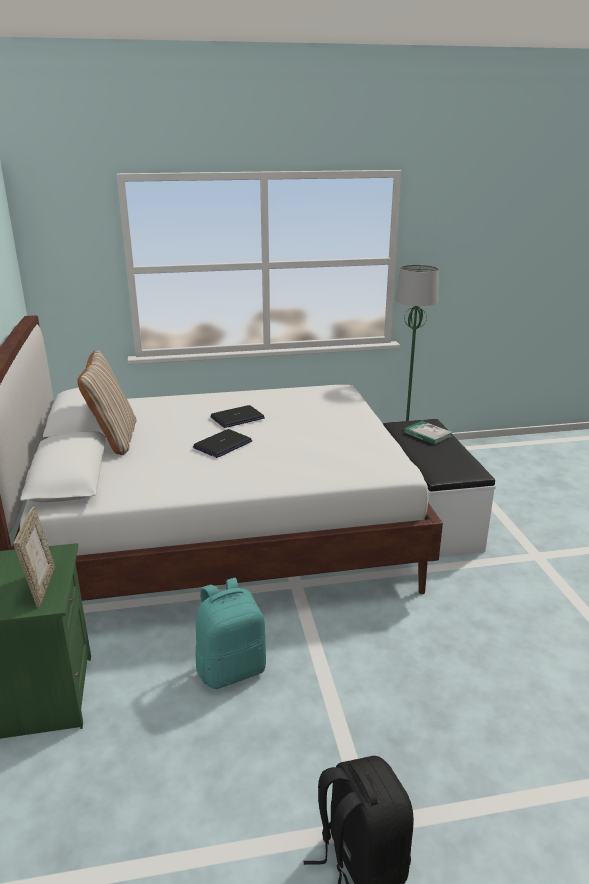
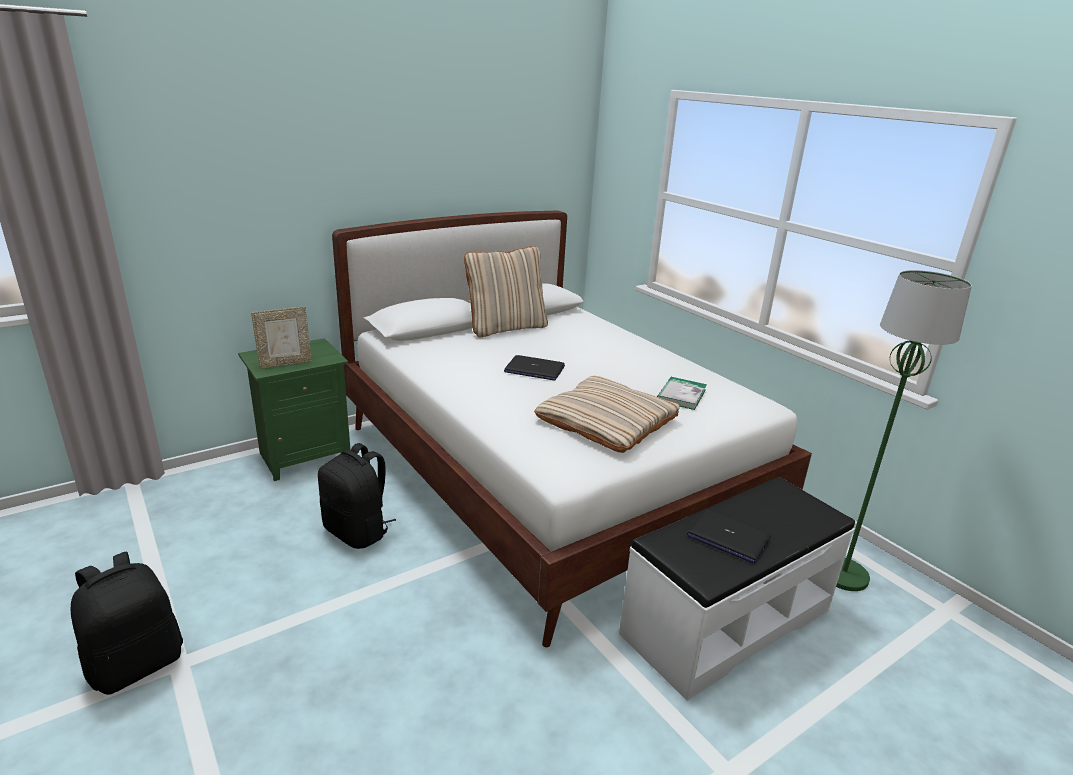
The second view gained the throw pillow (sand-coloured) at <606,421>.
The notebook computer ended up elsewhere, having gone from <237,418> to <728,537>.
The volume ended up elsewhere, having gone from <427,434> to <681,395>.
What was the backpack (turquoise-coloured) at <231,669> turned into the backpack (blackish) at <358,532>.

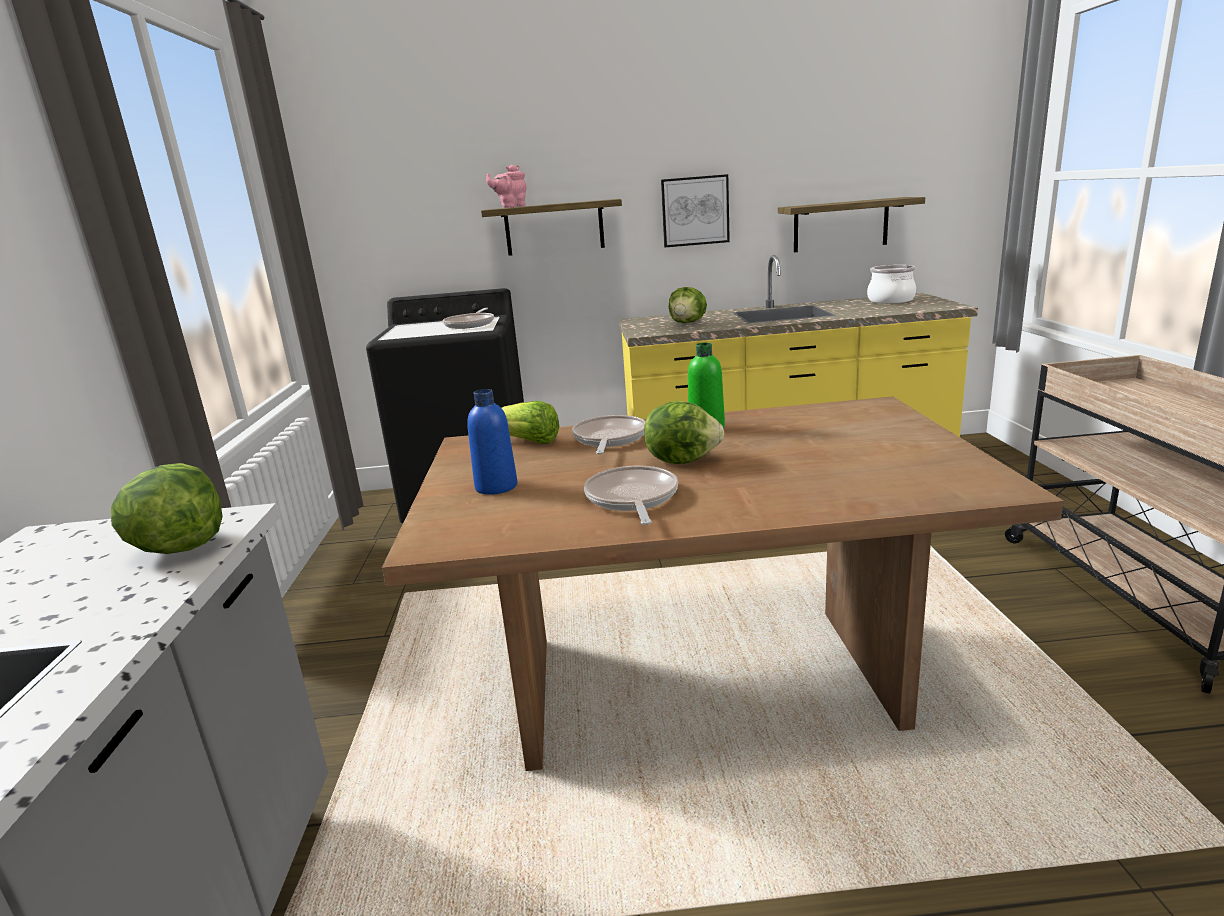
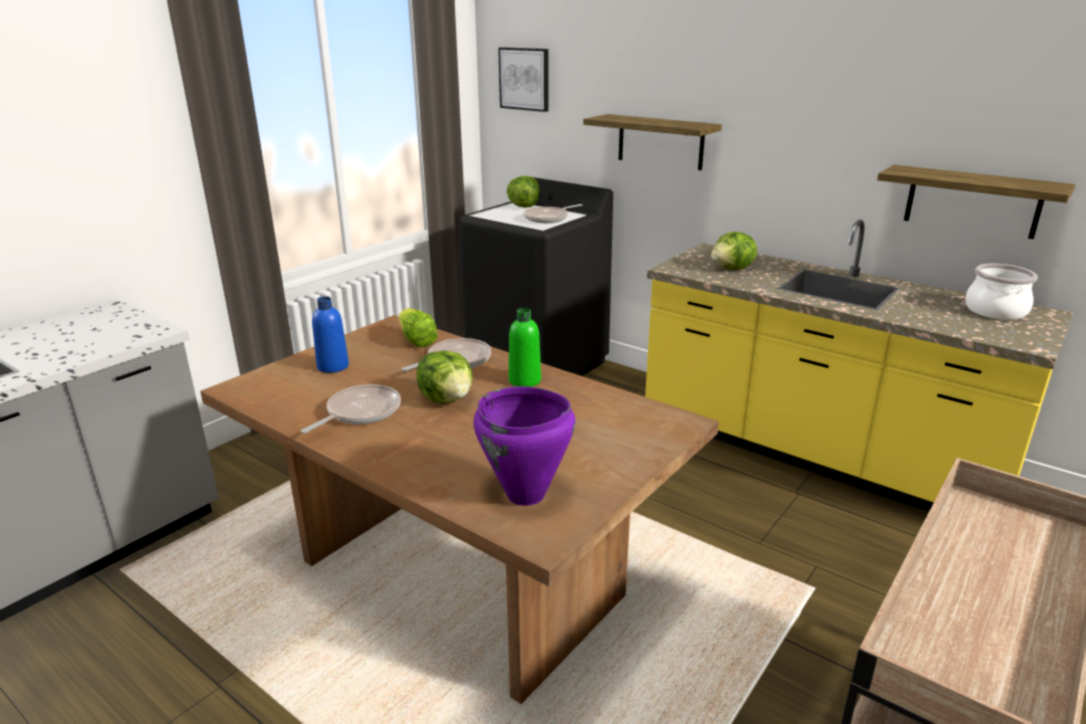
The second view lost the tea pot (pink) at <511,207>.
The second view gained the saucepot (purple-coloured) at <526,495>.
The lettuce head ended up elsewhere, having gone from <180,548> to <524,206>.
The wall picture ended up elsewhere, having gone from <695,211> to <525,79>.

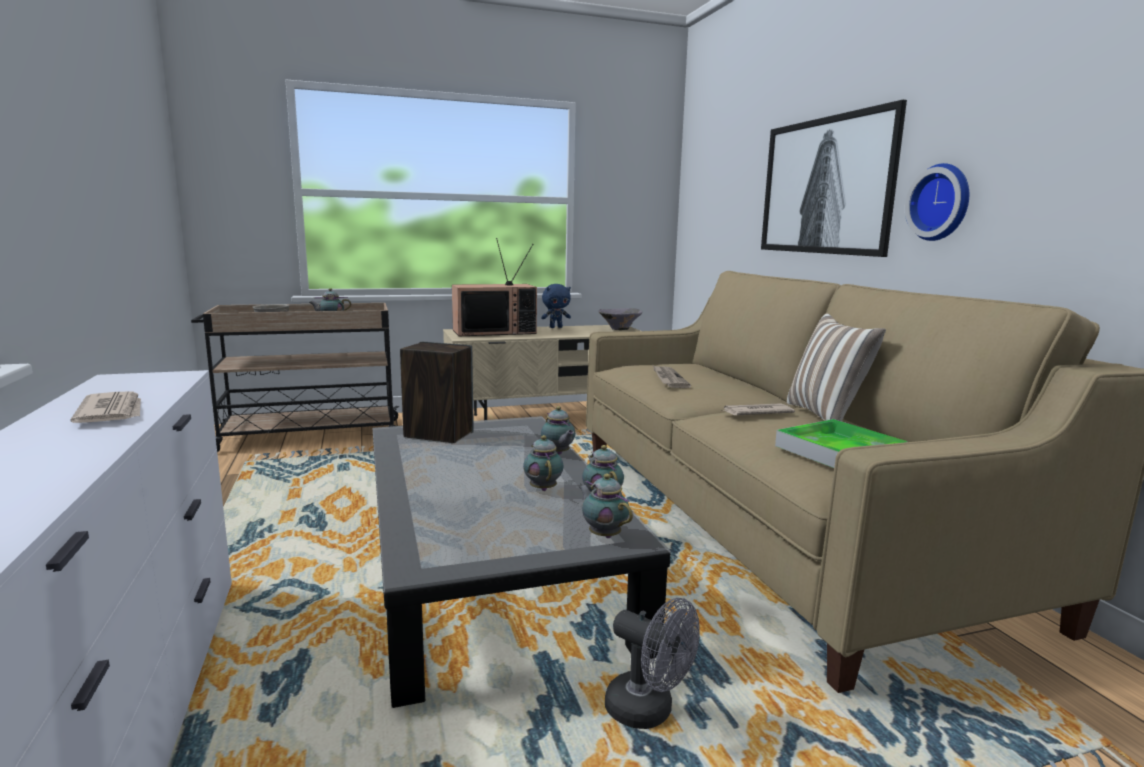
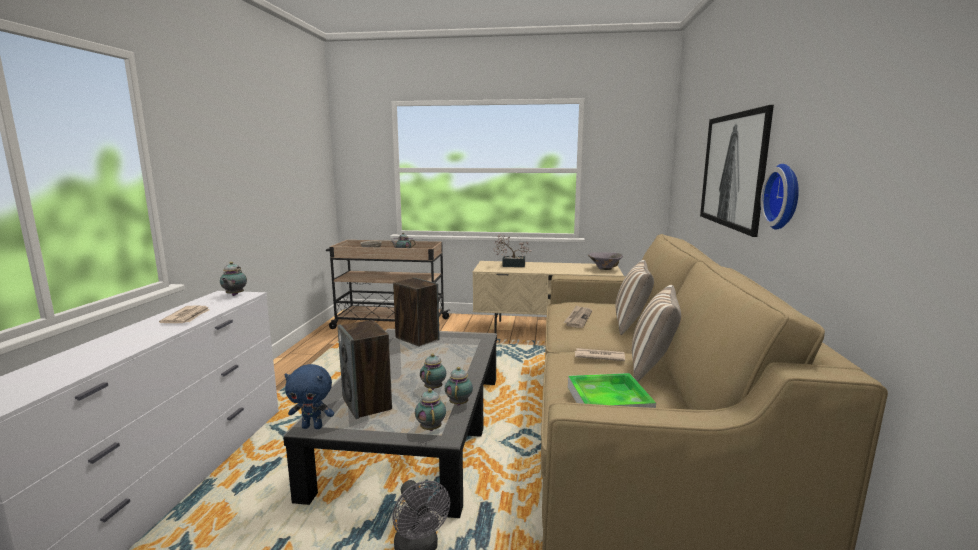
The second view gained the speaker at <367,404>.
The second view gained the throw pillow at <631,325>.
The plush toy (blue) ended up elsewhere, having gone from <556,327> to <313,427>.
The tea pot ended up elsewhere, having gone from <558,453> to <234,295>.
Where the television stood at <495,332>, the potted plant came to stand at <510,265>.

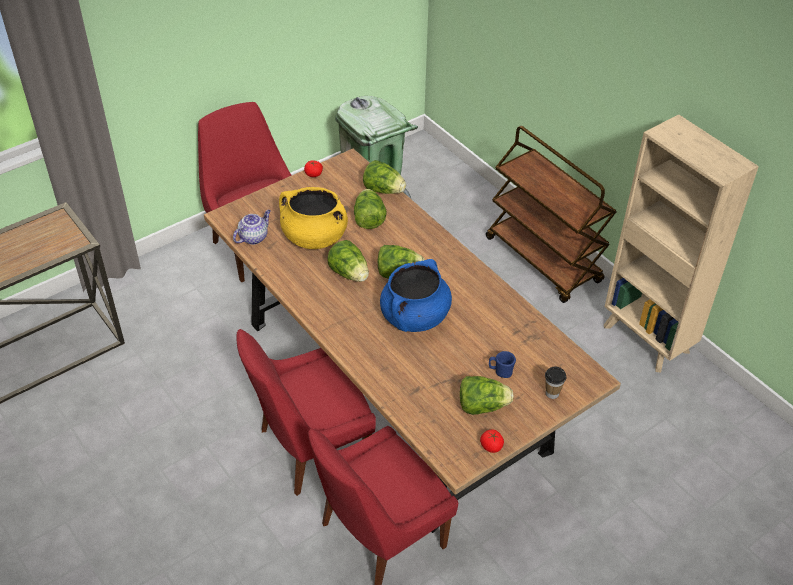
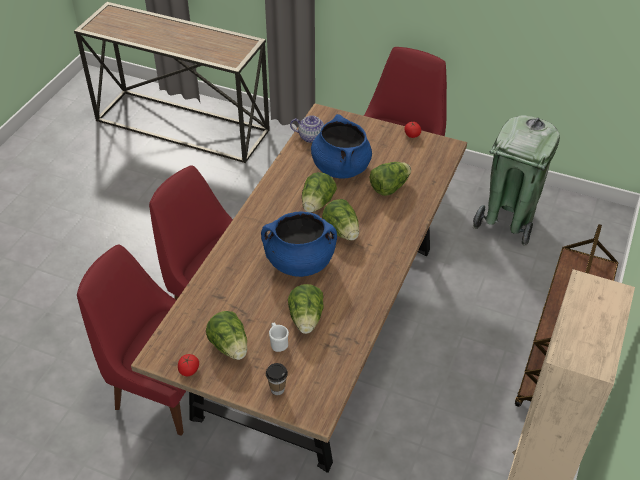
The lettuce head ended up elsewhere, having gone from <383,190> to <306,319>.
What was the saucepot (yellow-coloured) at <314,237> turned into the saucepot (blue) at <340,167>.
What was the tea mug (blue) at <500,372> turned into the tea mug (white-coloured) at <278,343>.

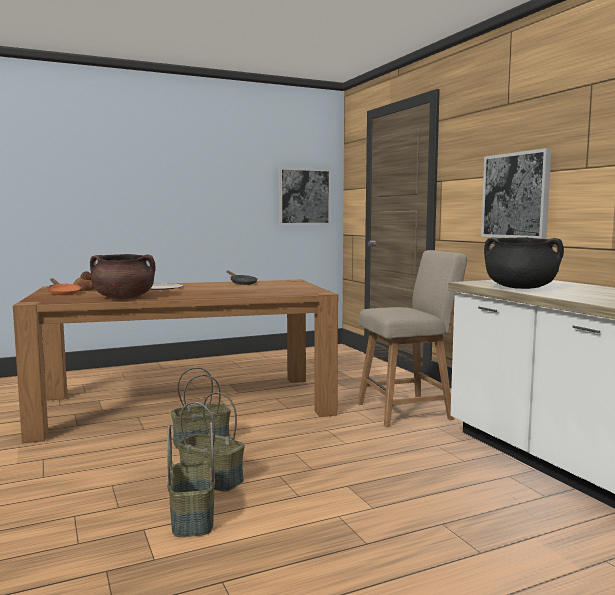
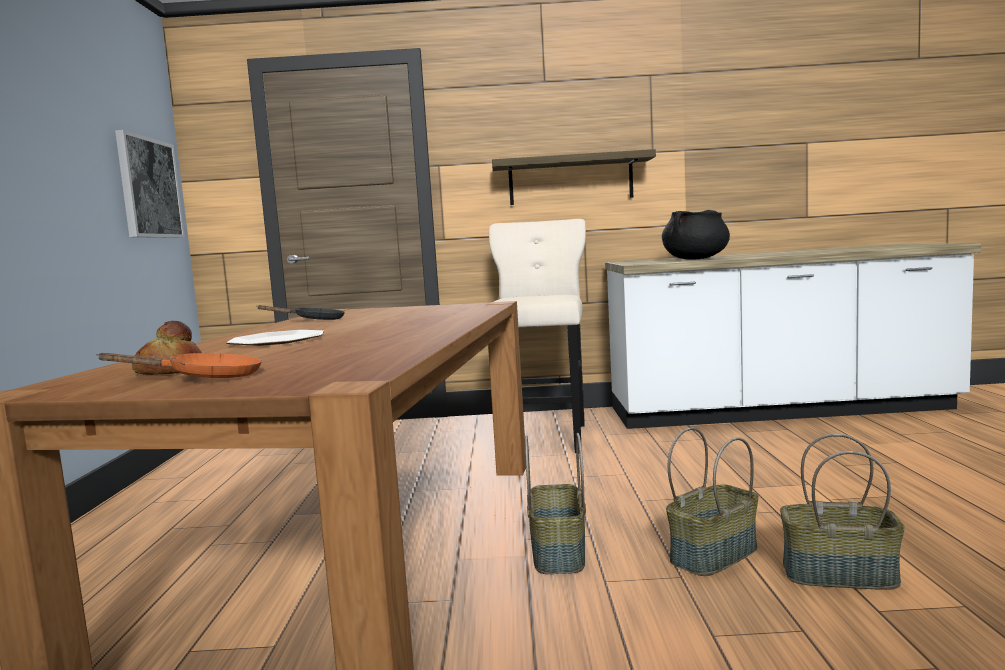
The second view lost the saucepot (brown) at <124,298>.
Where the chair (sand-coloured) stood at <408,411>, the sitting stool (sand-coloured) came to stand at <544,437>.
Where the wall picture hung at <516,195>, the wall shelf came to hang at <570,180>.

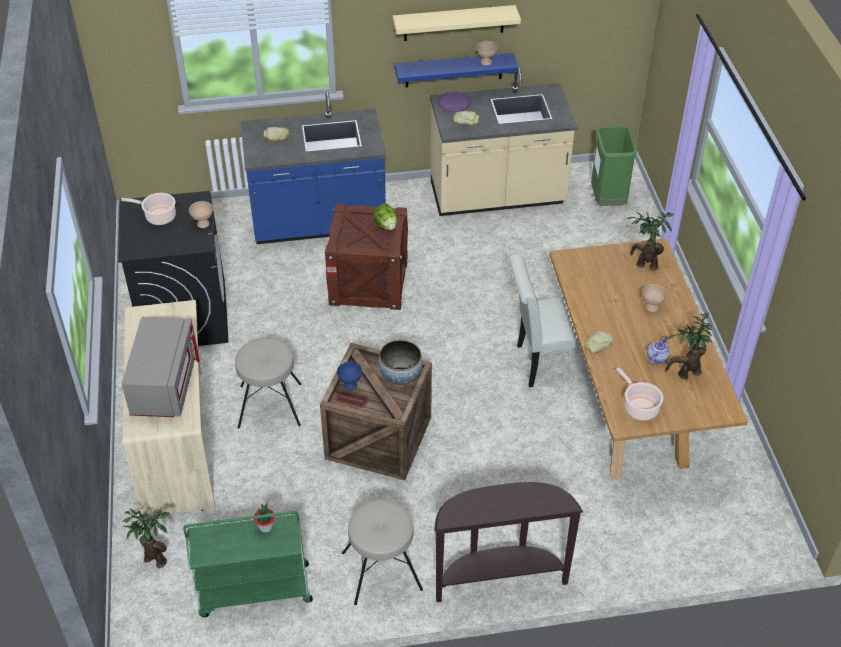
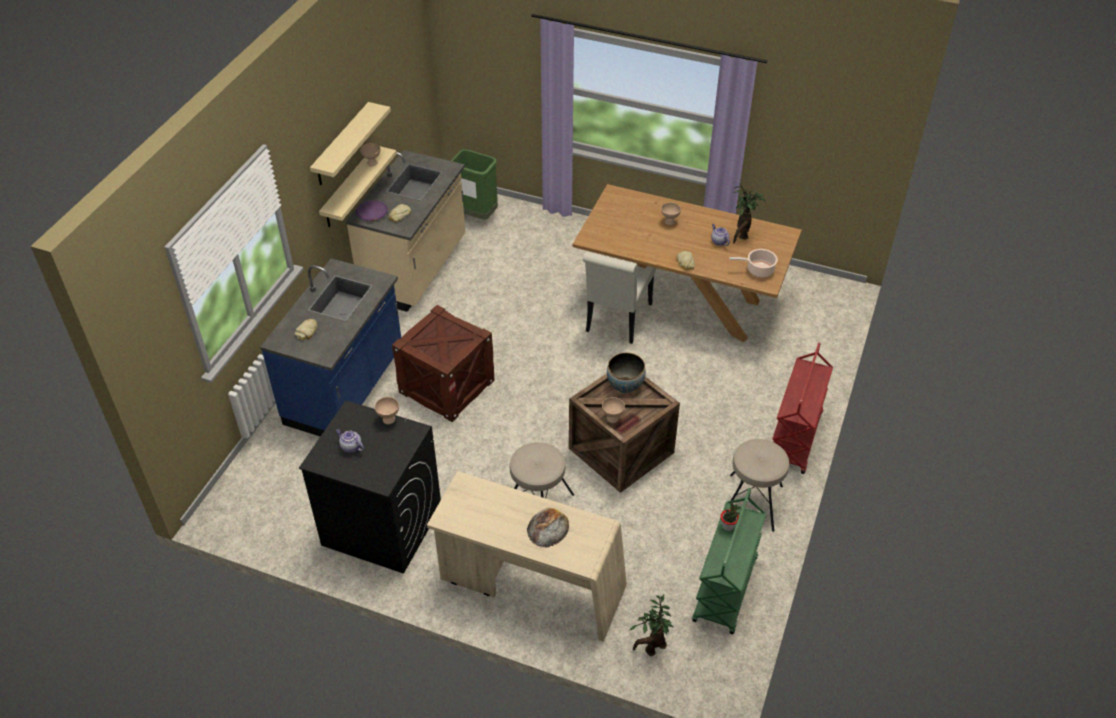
The second view lost the lettuce head at <386,225>.
The second view lost the potted plant at <644,264>.
Where the saucepot stood at <158,217>, the tea pot came to stand at <350,447>.
Where the microwave (gray) stood at <164,384>, the bread came to stand at <548,527>.
Where the hall table (brown) stood at <498,578>, the trolley (reddish) came to stand at <795,439>.
What was the deep dish (blue) at <350,385> turned into the deep dish (sand-coloured) at <612,418>.
What was the wall shelf (blue) at <454,70> turned into the wall shelf (sand-coloured) at <349,188>.

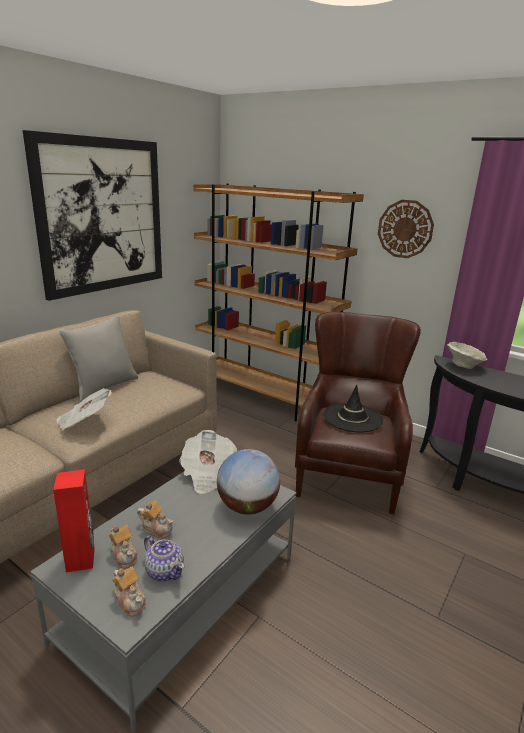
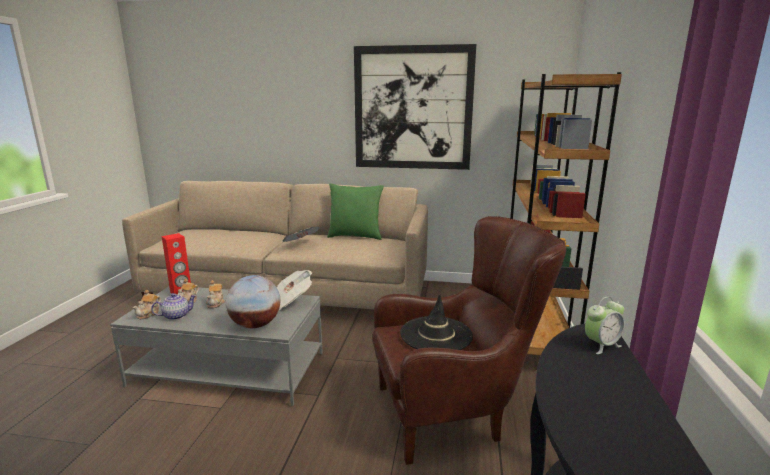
The second view lost the wall clock at <405,229>.
Where the deep dish (sand-coloured) stood at <464,366>, the bedside clock came to stand at <601,345>.
What was the throw pillow (gray) at <104,387> turned into the throw pillow (green-coloured) at <355,236>.
The tea pot at <164,571> ended up facing another way, 135 degrees counterclockwise from before.

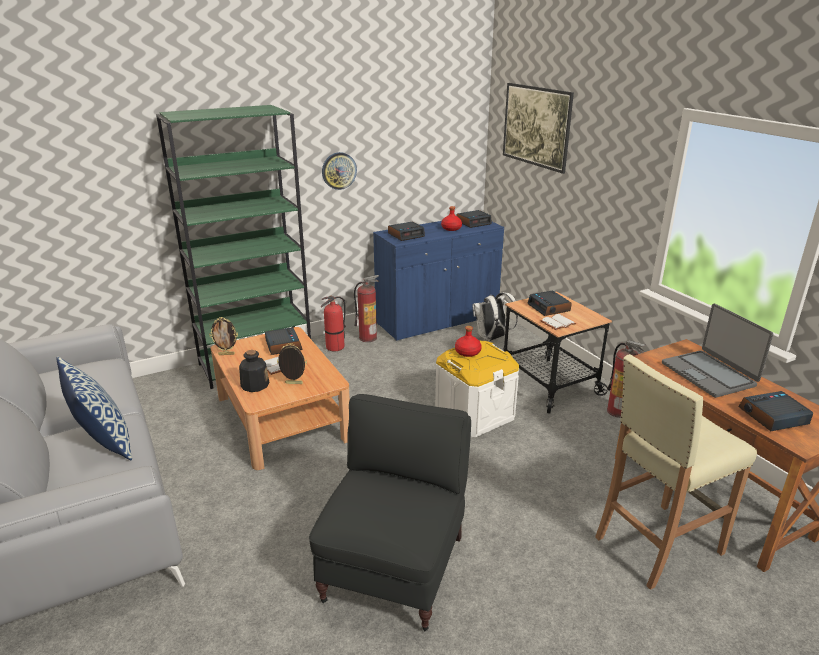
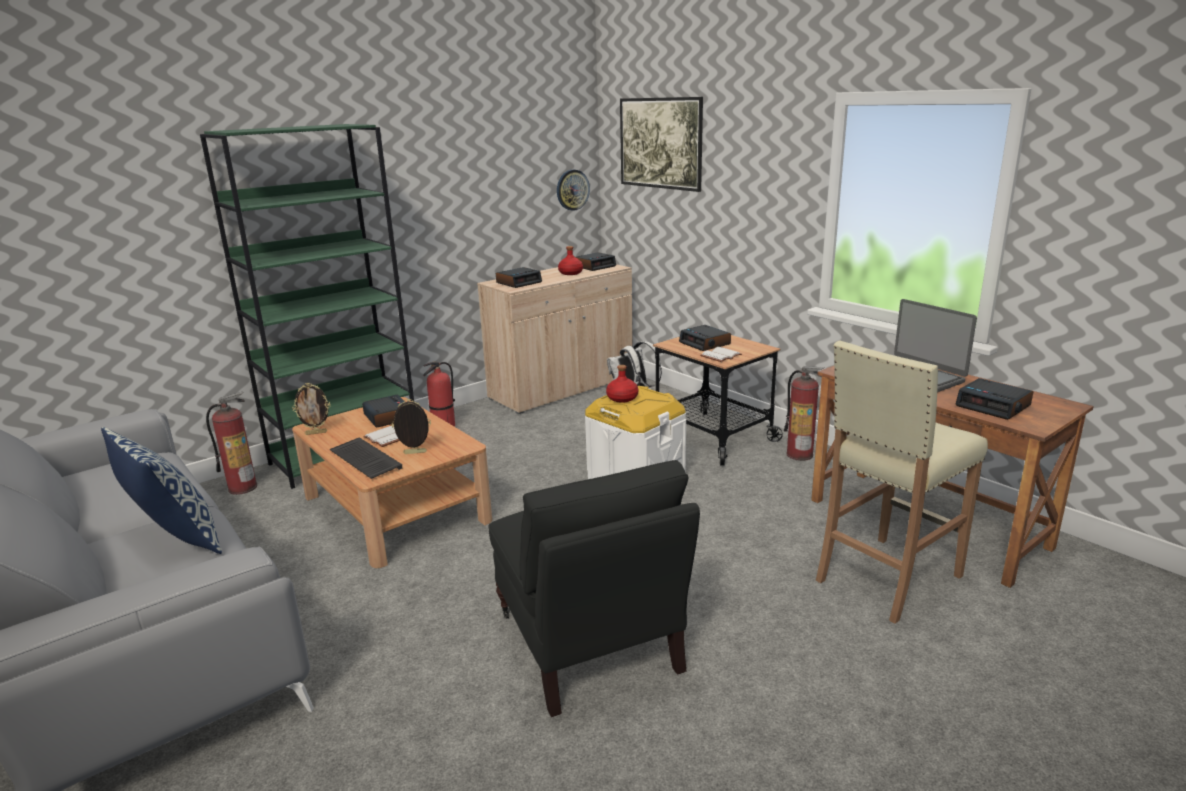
The wall clock ended up elsewhere, having gone from <339,170> to <572,190>.
The extinguisher ended up elsewhere, having gone from <368,338> to <243,487>.
Where the bottle stood at <254,385>, the keyboard came to stand at <364,460>.
What was the cabinet (blue) at <437,320> turned into the cabinet (sand-coloured) at <562,388>.
The lounge chair (blackish) at <396,565> ended up facing another way, 150 degrees clockwise from before.
The bedside clock at <773,417> ended up facing another way, 105 degrees counterclockwise from before.

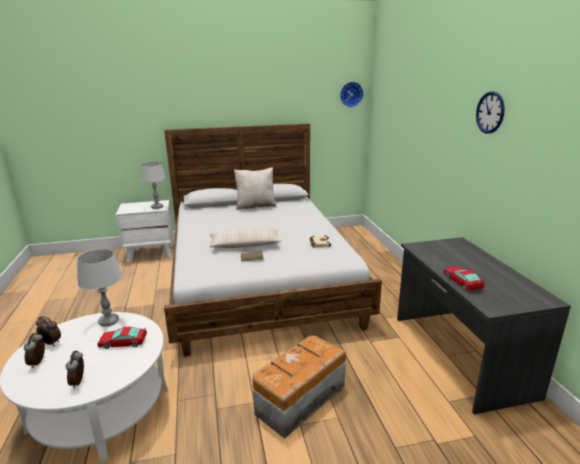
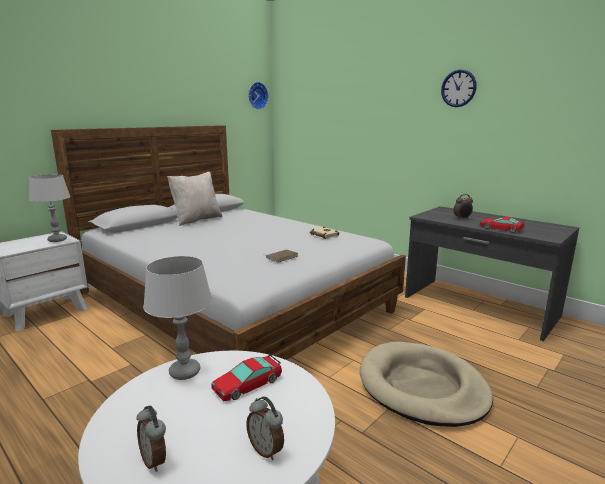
The second view lost the throw pillow (sand-coloured) at <245,245>.
The bedside clock ended up elsewhere, having gone from <51,343> to <462,219>.
Where the storage bin stood at <298,399>, the pet bed (sand-coloured) came to stand at <422,387>.

